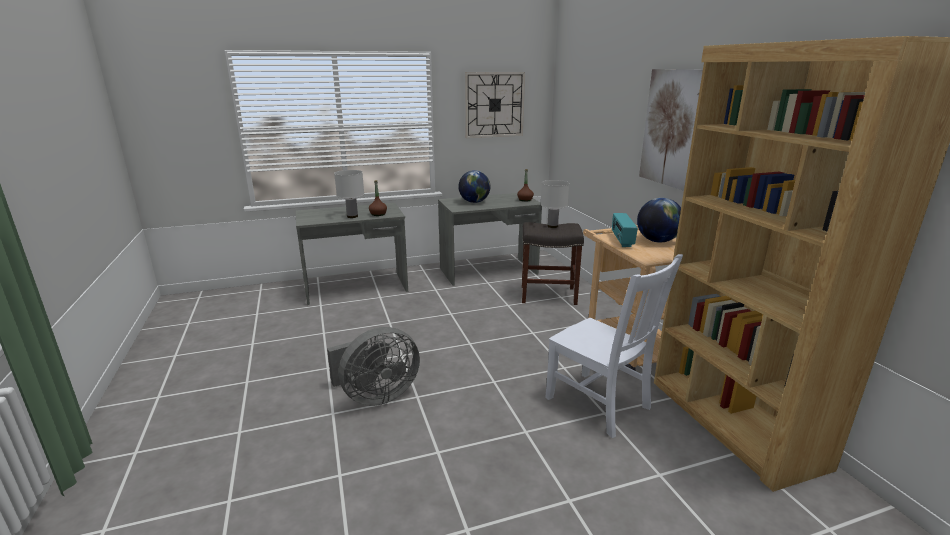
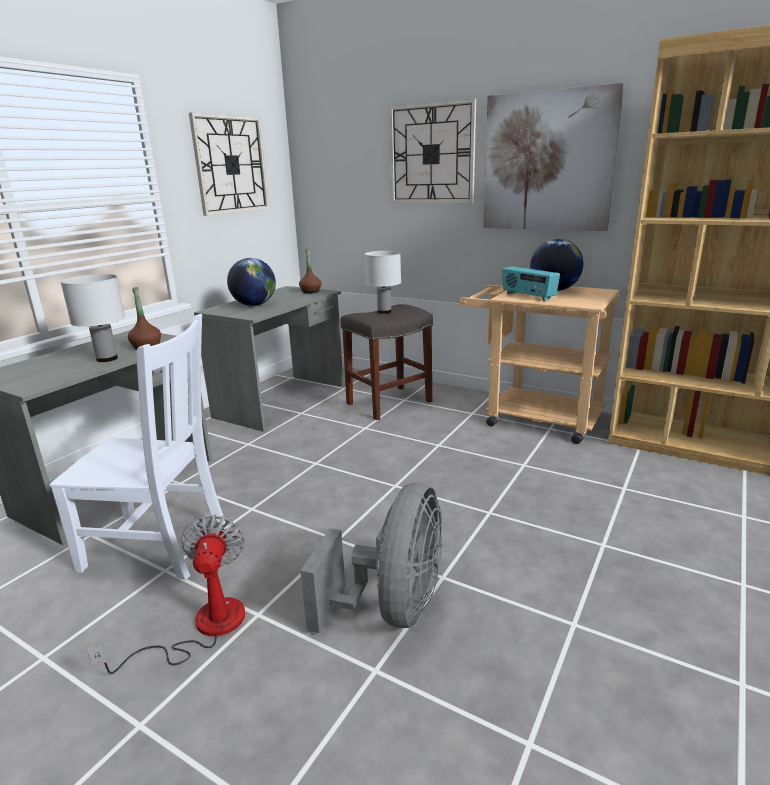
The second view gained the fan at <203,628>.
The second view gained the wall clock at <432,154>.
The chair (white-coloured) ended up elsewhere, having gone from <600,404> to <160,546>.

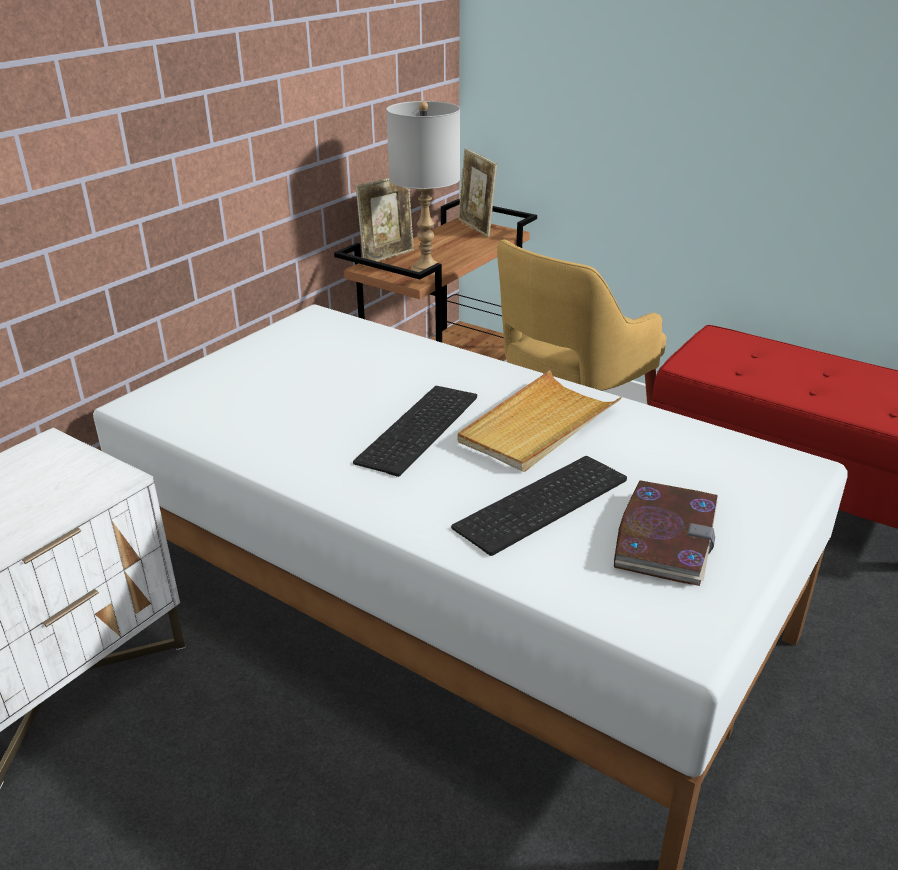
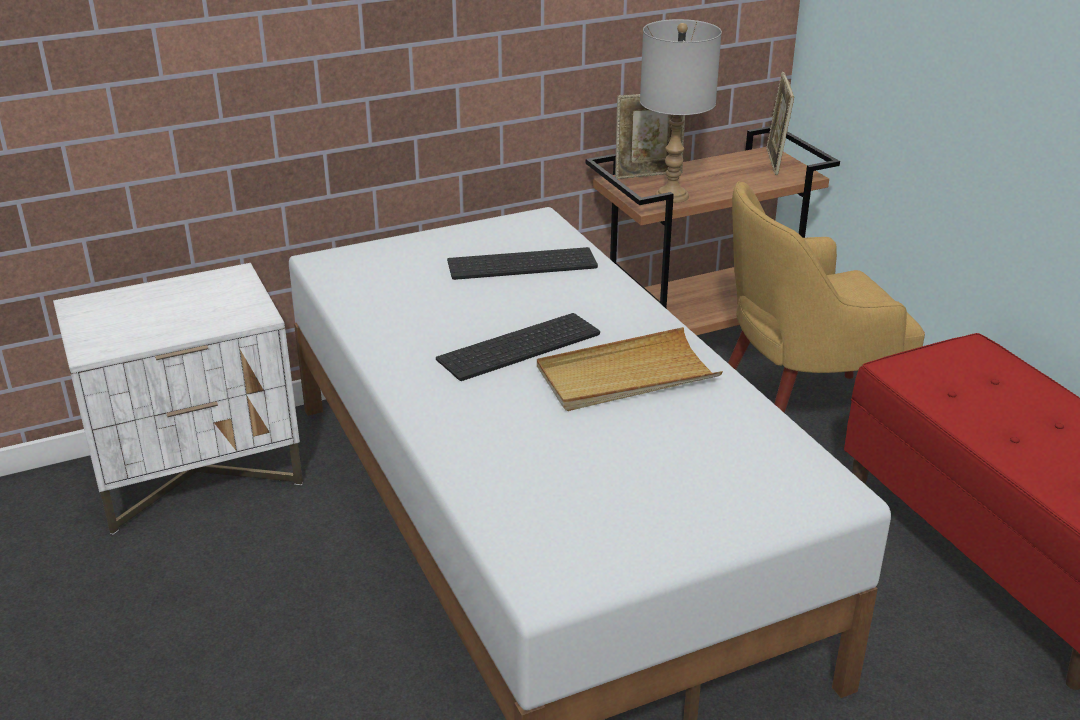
The second view lost the volume at <665,536>.
The keyboard ended up elsewhere, having gone from <543,505> to <521,265>.

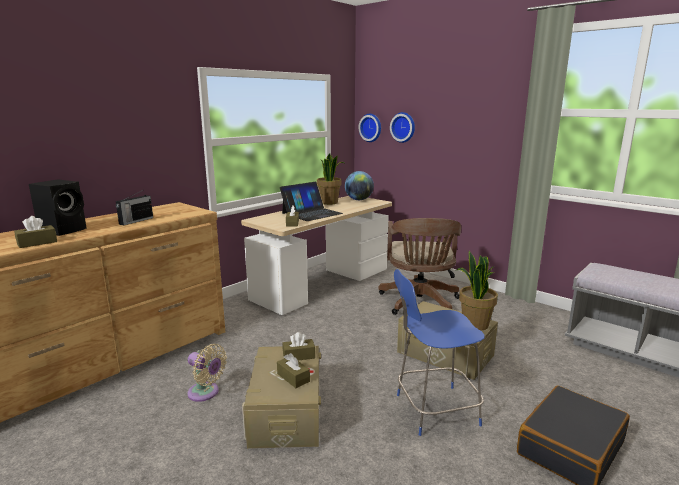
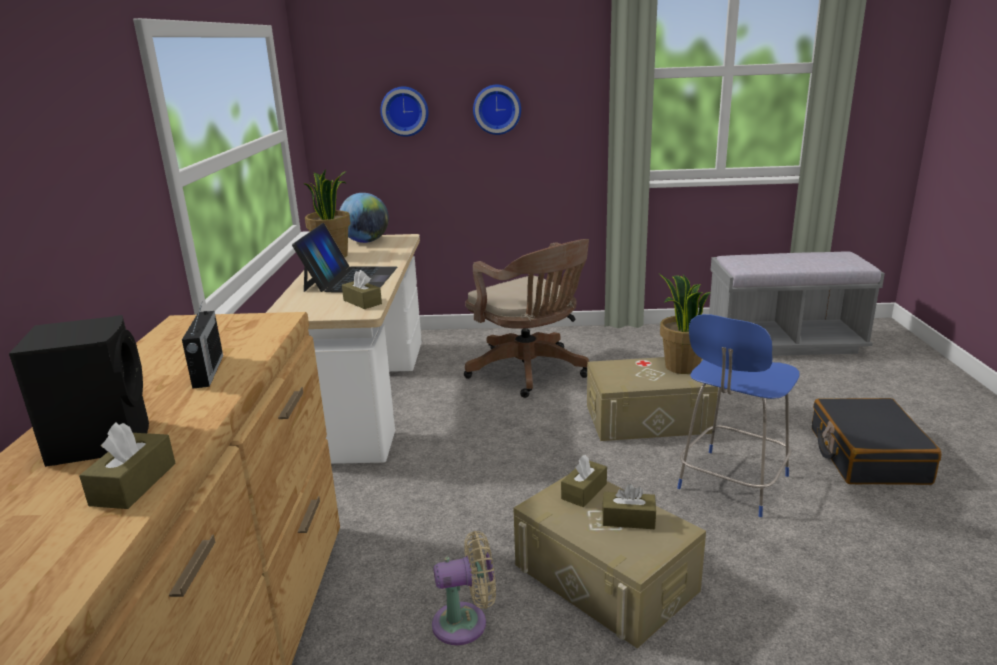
The wall clock ended up elsewhere, having gone from <371,127> to <497,109>.

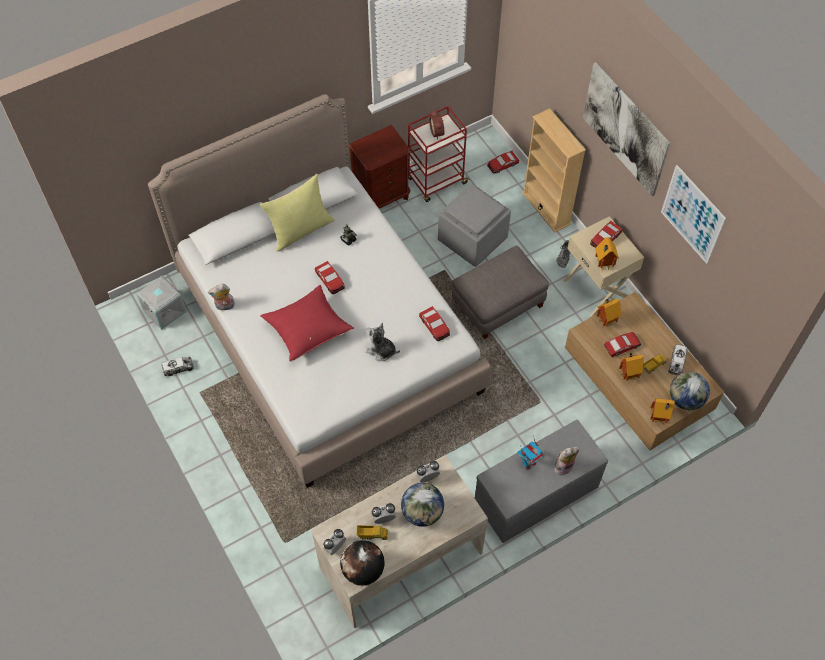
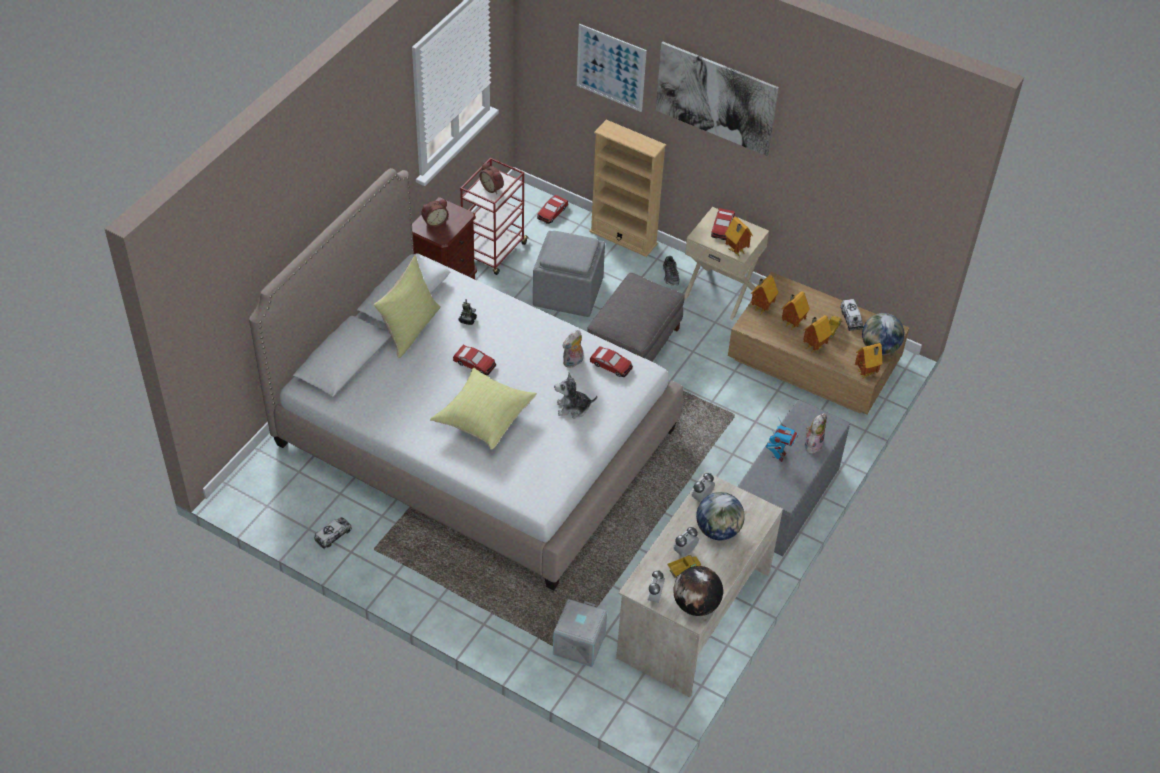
The second view gained the bedside clock at <434,222>.
The storage bin (gray) ended up elsewhere, having gone from <164,310> to <578,643>.
The plush toy ended up elsewhere, having gone from <224,306> to <573,362>.
The wall picture ended up elsewhere, having gone from <692,214> to <611,67>.
Where the miniature car stood at <622,346>, the miniature house came to stand at <791,324>.
What was the throw pillow (reddish) at <308,329> turned into the throw pillow (yellow-coloured) at <484,417>.

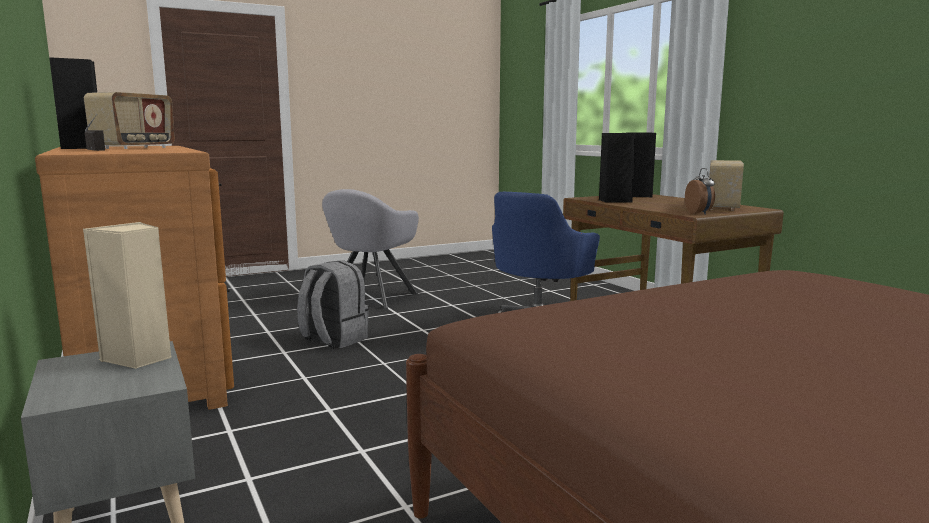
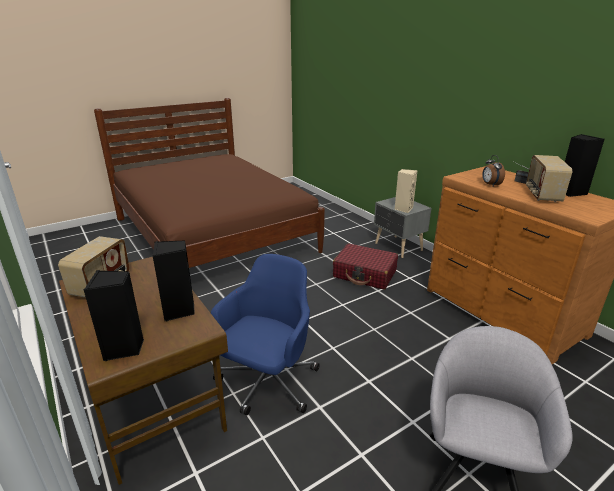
The second view lost the backpack (gray) at <333,340>.
The second view gained the suitcase (reddish) at <365,274>.
The bedside clock ended up elsewhere, having gone from <699,213> to <490,185>.

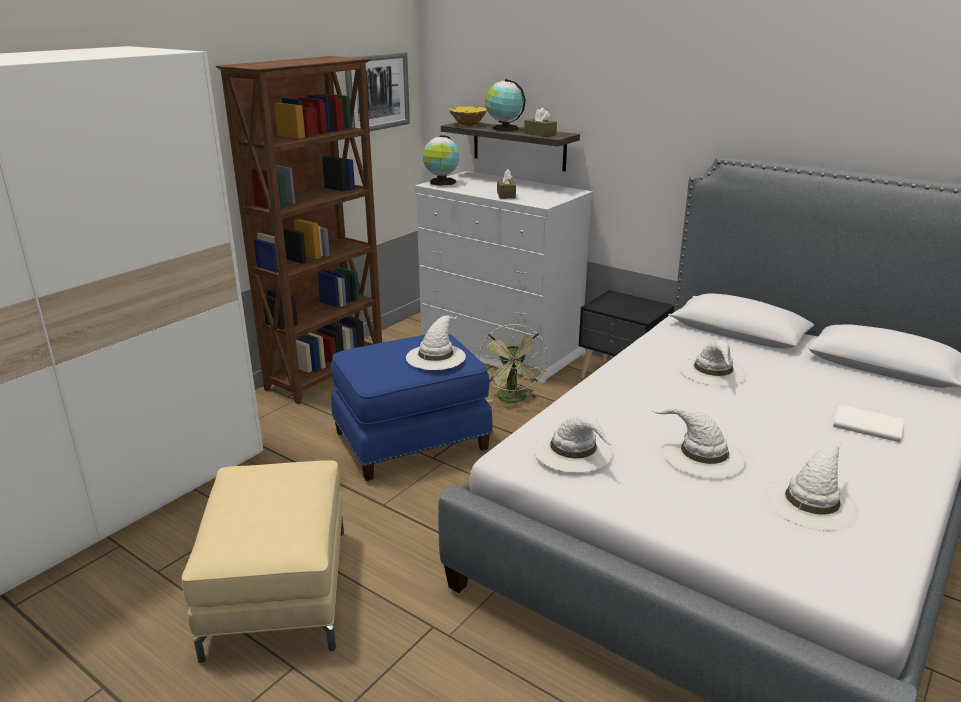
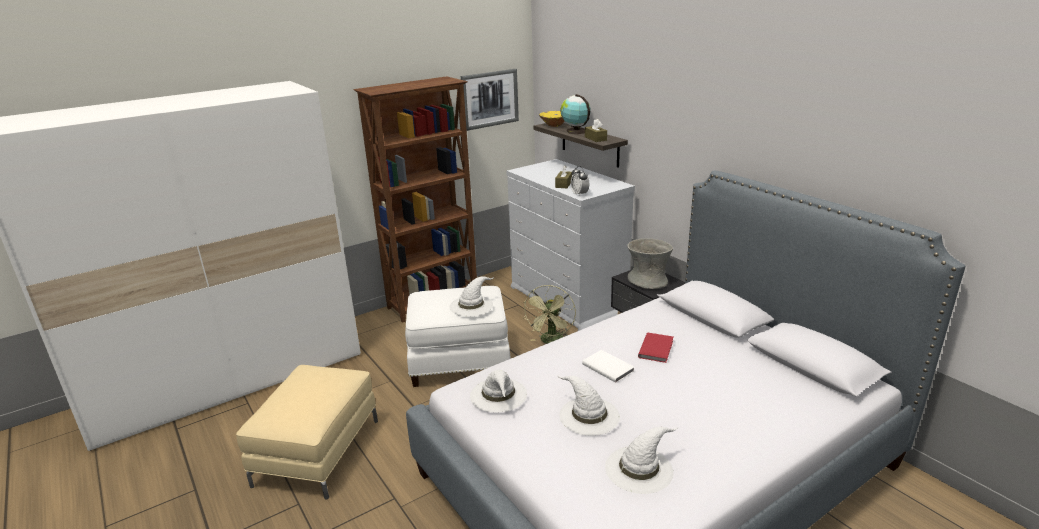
The second view lost the globe at <442,182>.
The second view gained the bedside clock at <579,194>.
The second view gained the vase (gray) at <648,281>.
The volume (white-coloured) ended up elsewhere, having gone from <866,425> to <608,367>.
Where the wearable hat (white-coloured) stood at <713,372>, the volume (reddish) came to stand at <657,349>.
What was the pouffe (blue) at <411,441> turned into the pouffe (white-coloured) at <460,363>.

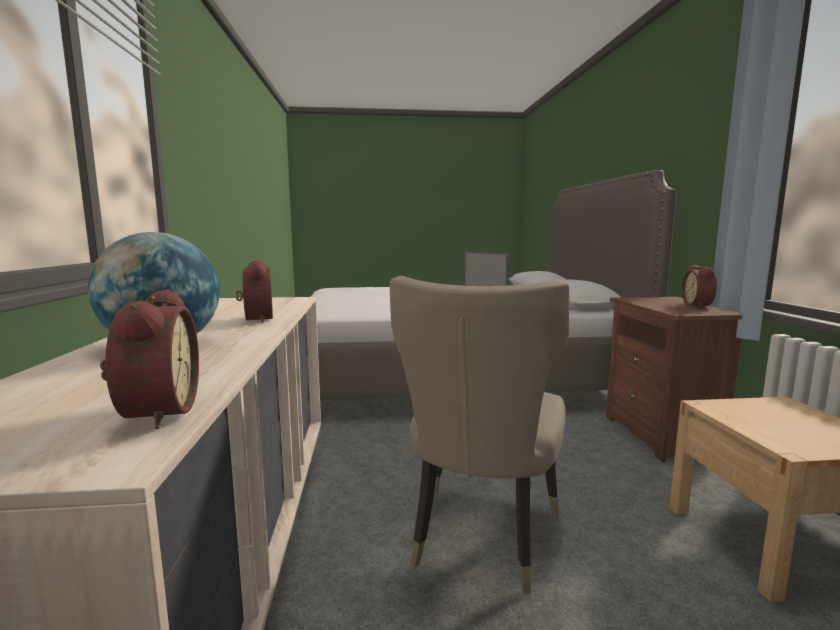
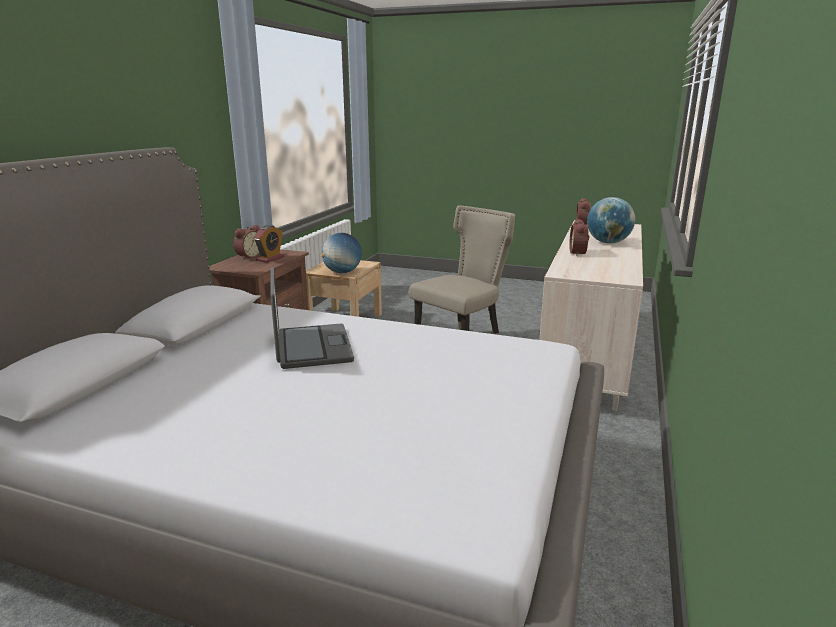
The second view gained the bedside clock at <270,258>.
The second view gained the globe at <342,272>.

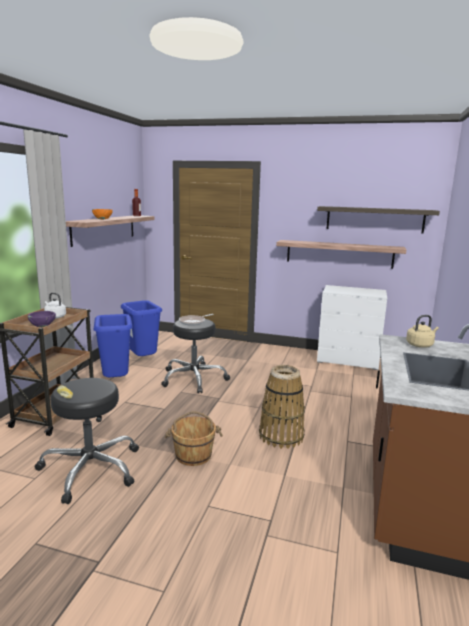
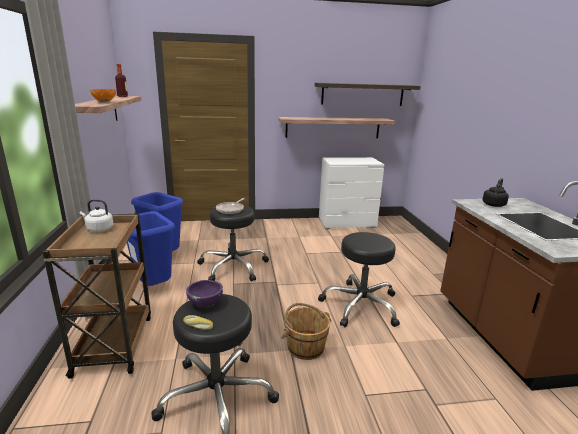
The deep dish (purple-coloured) ended up elsewhere, having gone from <42,326> to <205,304>.
Where the household basket stood at <281,436>, the sitting stool (blackish) came to stand at <360,305>.
What was the kettle (sand-coloured) at <420,345> turned into the kettle (blackish) at <494,204>.

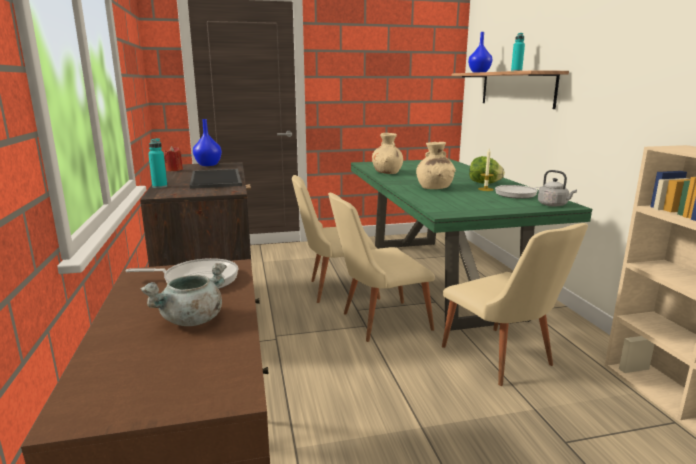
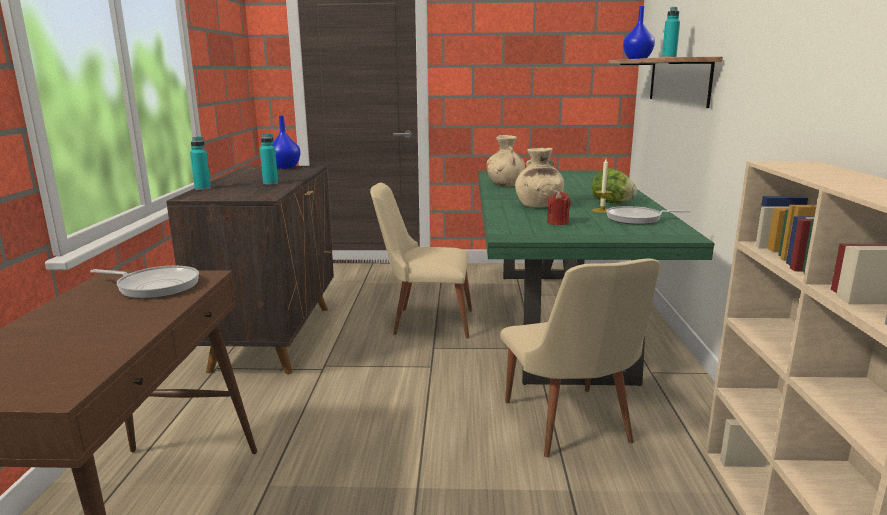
The second view lost the saucepot (gray) at <192,320>.
The second view lost the chair (sand-coloured) at <377,322>.
The second view lost the kettle (gray) at <553,205>.
The candle (reddish) ended up elsewhere, having gone from <174,170> to <557,222>.
Where the serving tray stood at <217,179>, the bottle (turquoise-coloured) came to stand at <270,183>.

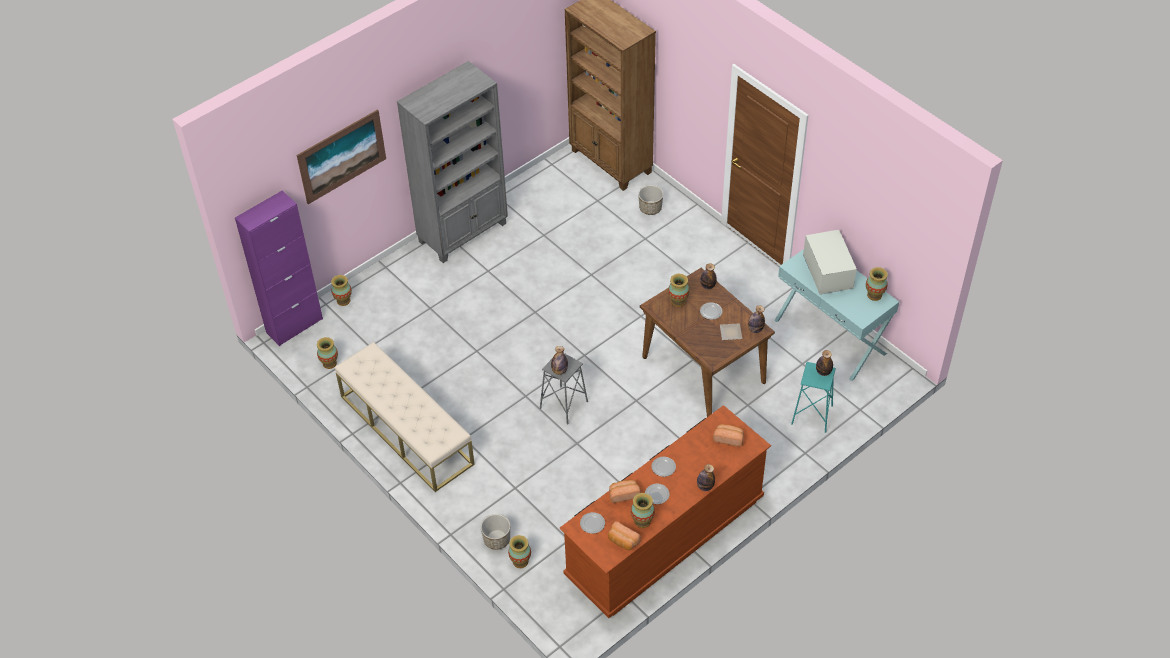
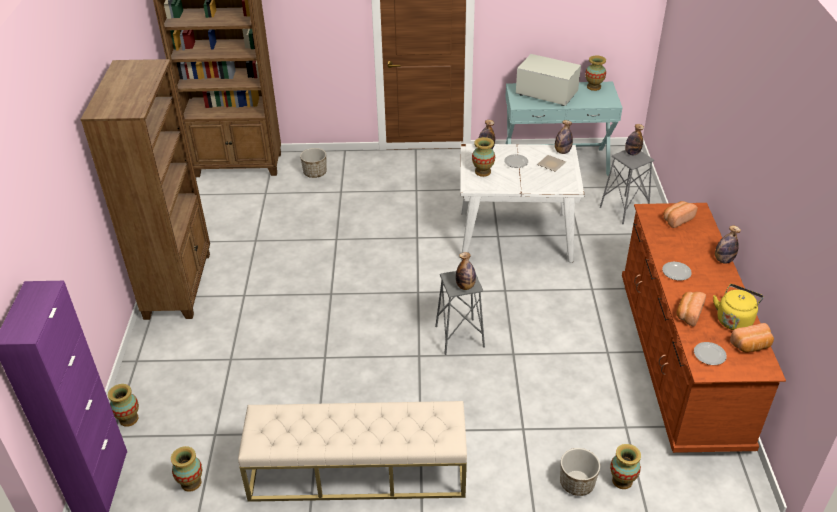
The second view lost the wall picture at <342,156>.
The second view lost the plate at <657,494>.
Where the vase stood at <642,521>, the kettle (yellow-coloured) came to stand at <734,319>.
What was the bookshelf (gray) at <463,232> turned into the bookshelf (brown) at <179,285>.
What was the dining table (brown) at <702,369> turned into the dining table (white-coloured) at <514,236>.
What was the sitting stool (turquoise-coloured) at <812,415> turned into the sitting stool (gray) at <624,210>.

